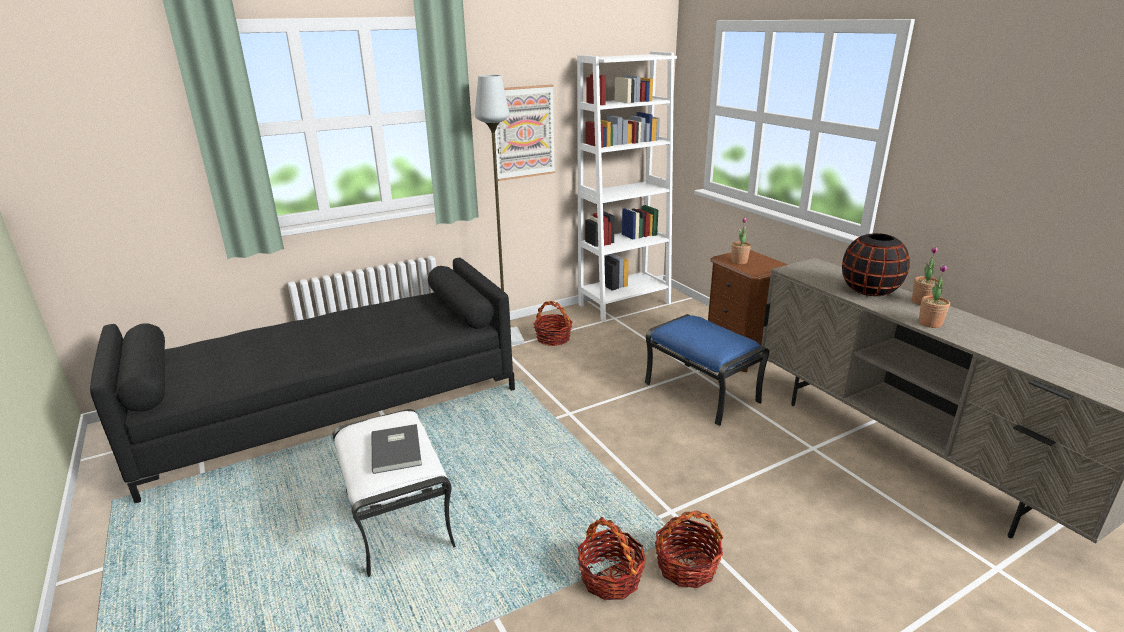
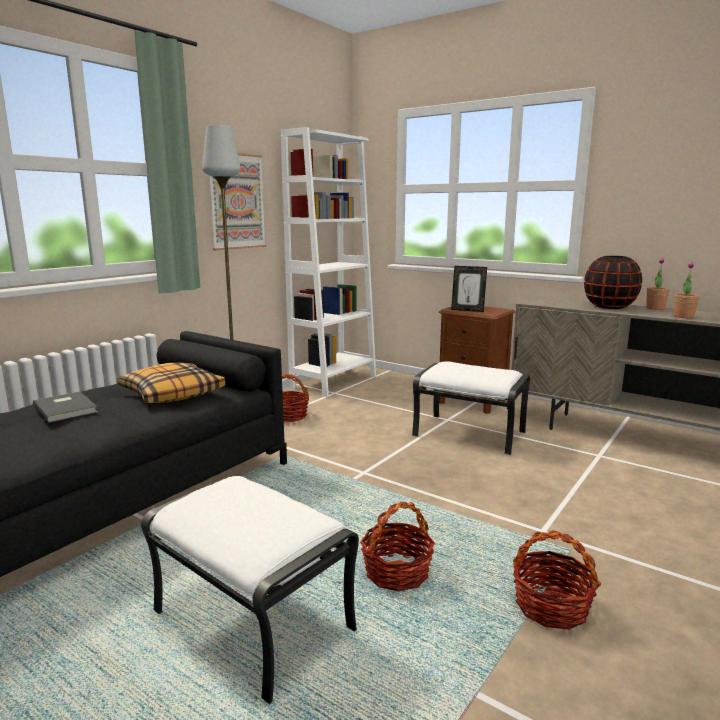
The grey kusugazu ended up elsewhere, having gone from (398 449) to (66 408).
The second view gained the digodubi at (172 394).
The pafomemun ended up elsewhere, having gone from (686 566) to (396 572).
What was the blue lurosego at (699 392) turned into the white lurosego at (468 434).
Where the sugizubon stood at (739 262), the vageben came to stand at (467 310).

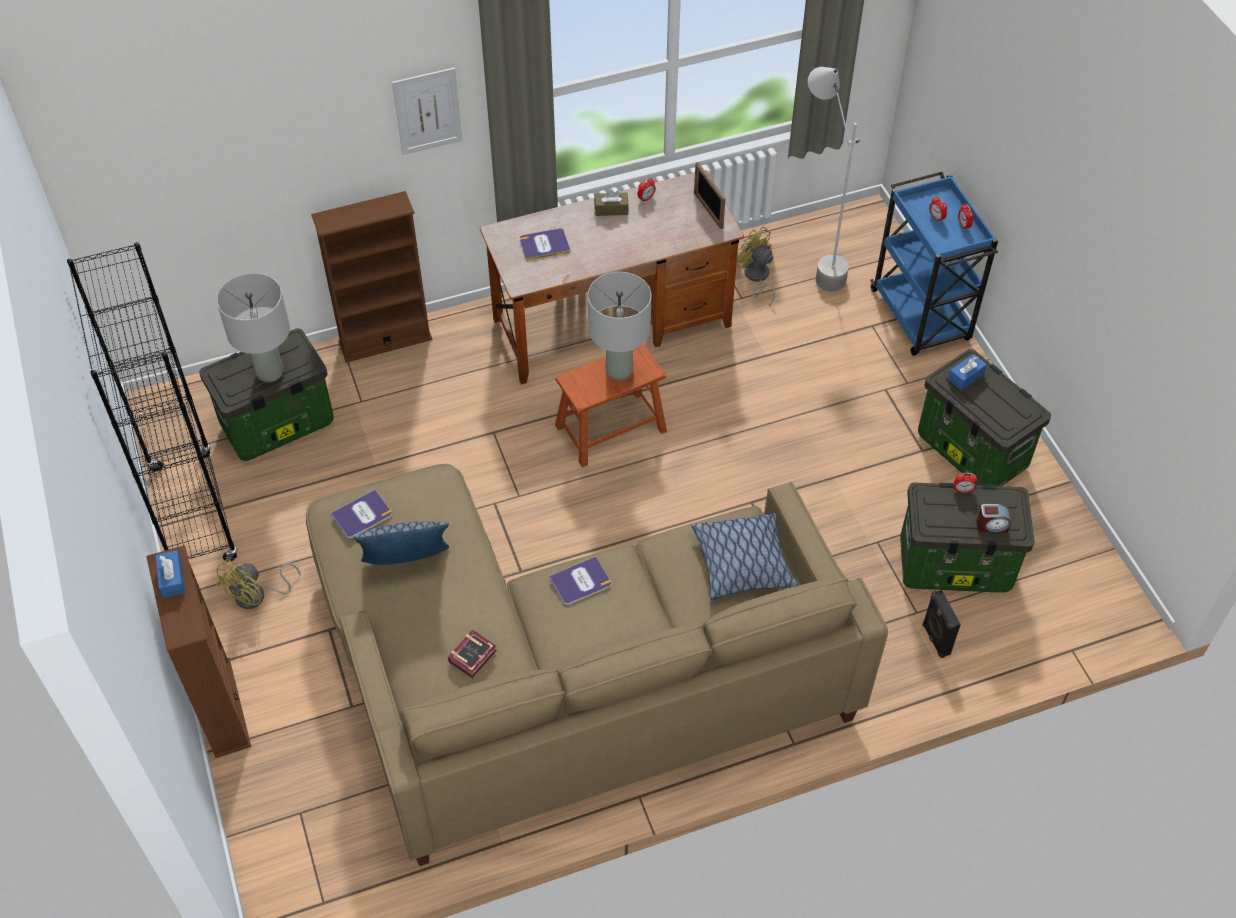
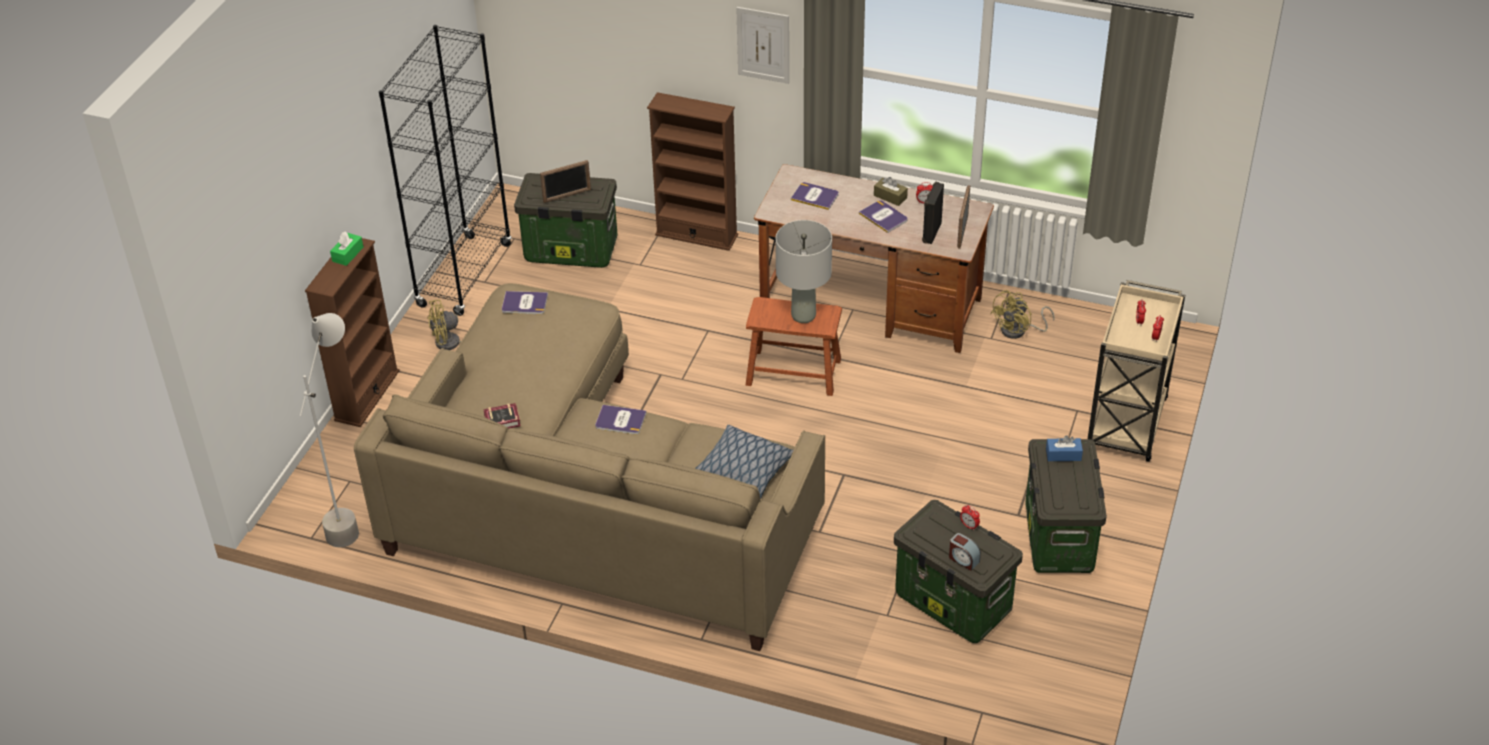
The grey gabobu ended up elsewhere, having gone from (817 263) to (352 514).
What was the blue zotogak at (172 578) turned into the green zotogak at (348 254).
Where the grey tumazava stood at (269 372), the vageben came to stand at (567 196).
The second view gained the kusugazu at (883 217).
The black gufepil ended up elsewhere, having gone from (935 639) to (931 232).
The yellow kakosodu at (756 278) ended up facing another way, 135 degrees counterclockwise from before.
What was the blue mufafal at (921 317) turned into the beige mufafal at (1126 425).
The second view lost the digodubi at (408 564).

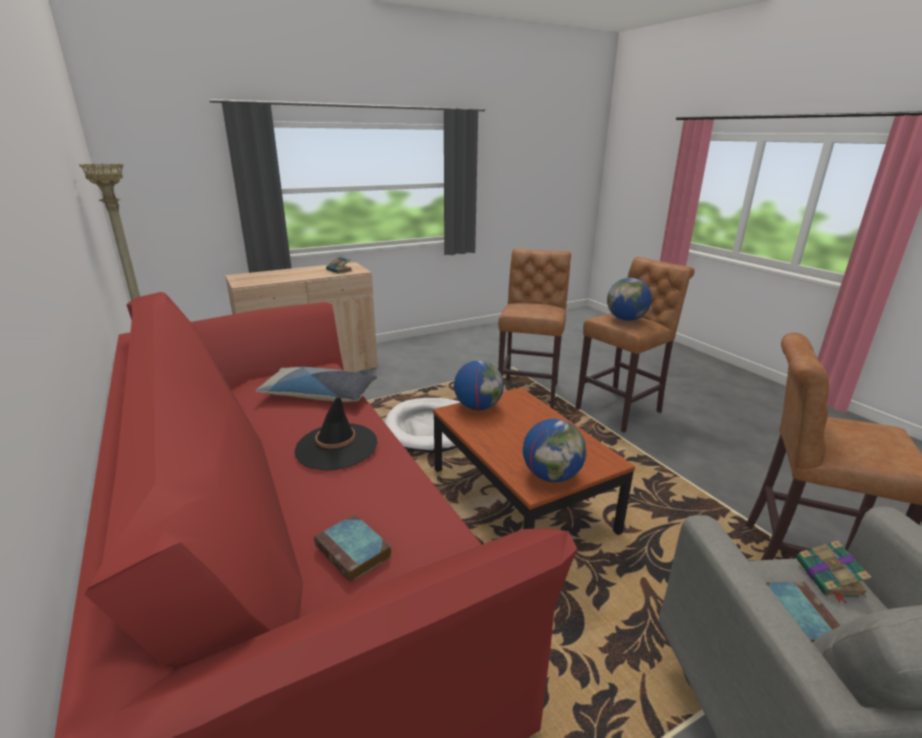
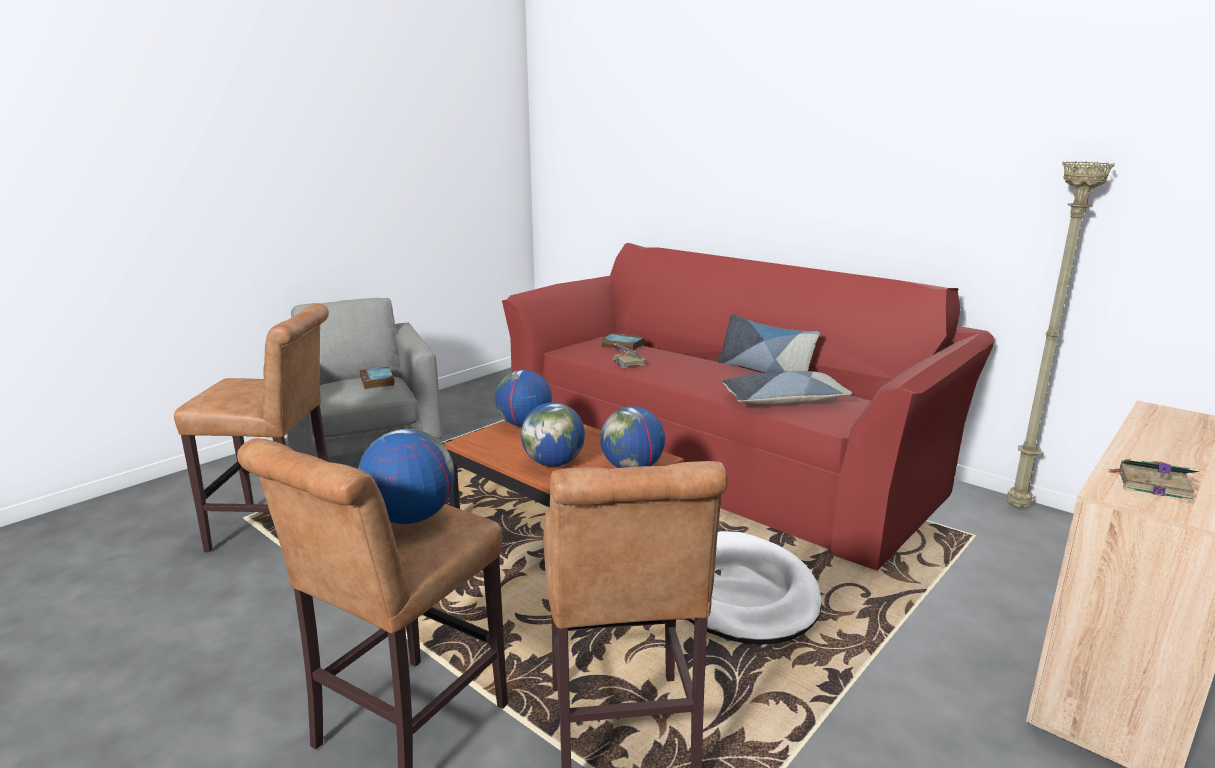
The second view gained the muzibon at (554 463).
The kusugazu ended up elsewhere, having gone from (830 579) to (628 361).
The second view gained the digodubi at (764 371).
The second view lost the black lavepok at (336 447).

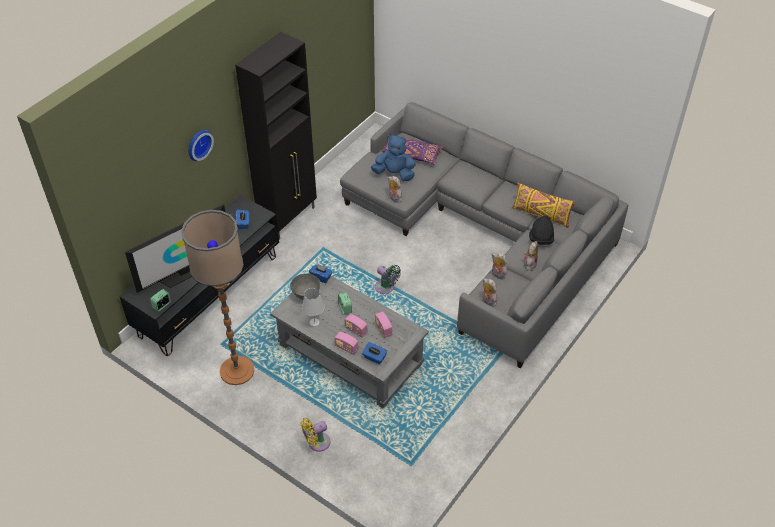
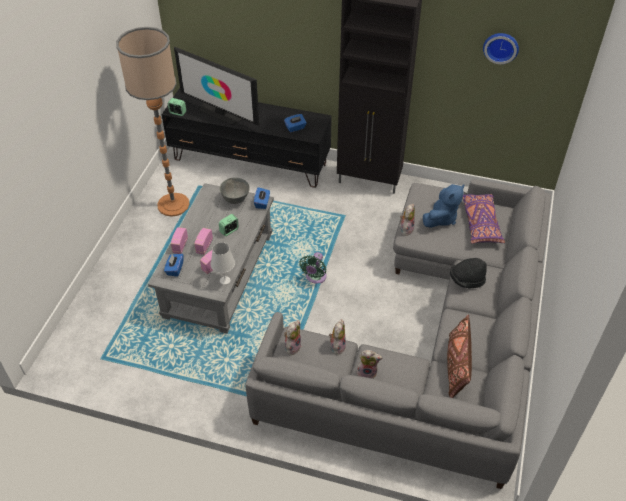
The white tumazava ended up elsewhere, having gone from (314 322) to (225 280).
The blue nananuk at (394 174) ended up facing another way, 45 degrees clockwise from before.
What was the yellow digodubi at (541 215) turned into the brown digodubi at (456 366).
The black lavepok ended up elsewhere, having gone from (541 239) to (466 280).
The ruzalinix ended up elsewhere, having gone from (198 144) to (501 47).
The second view lost the yellow kakosodu at (317 443).

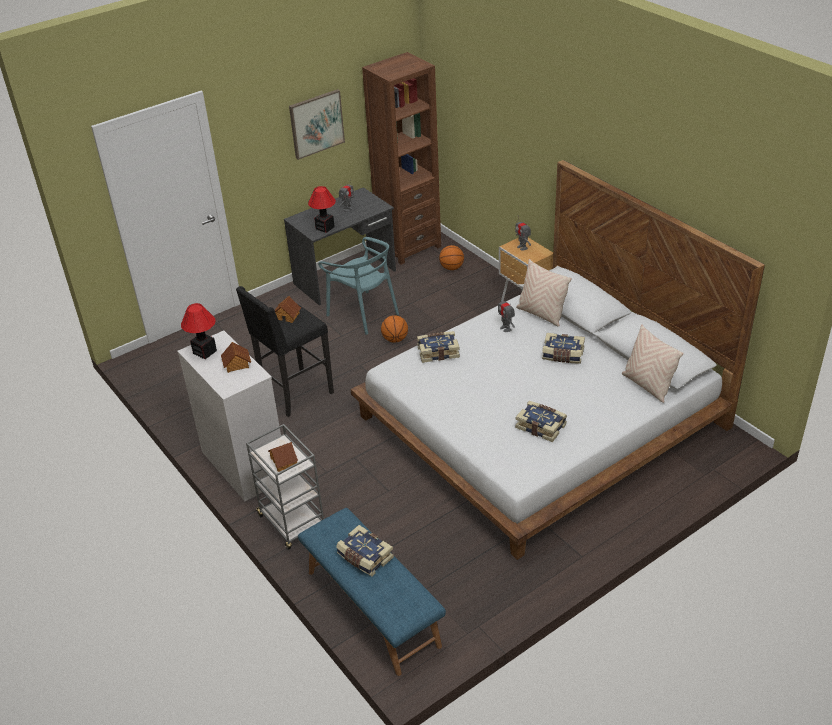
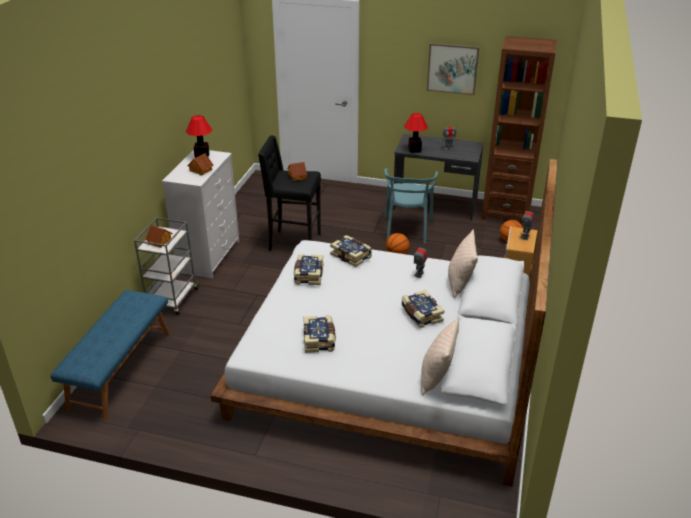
The kusugazu ended up elsewhere, having gone from (364 557) to (308 275).

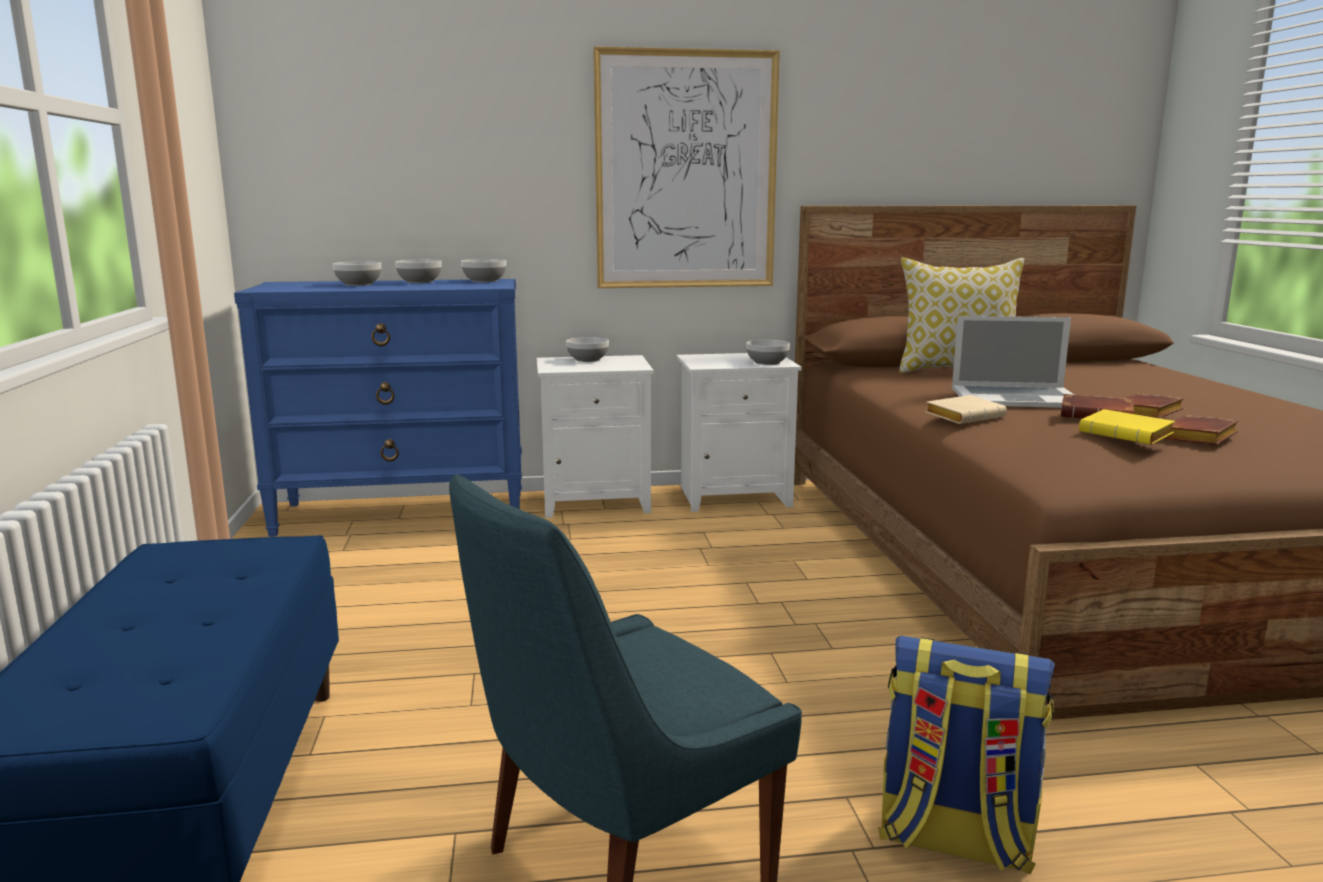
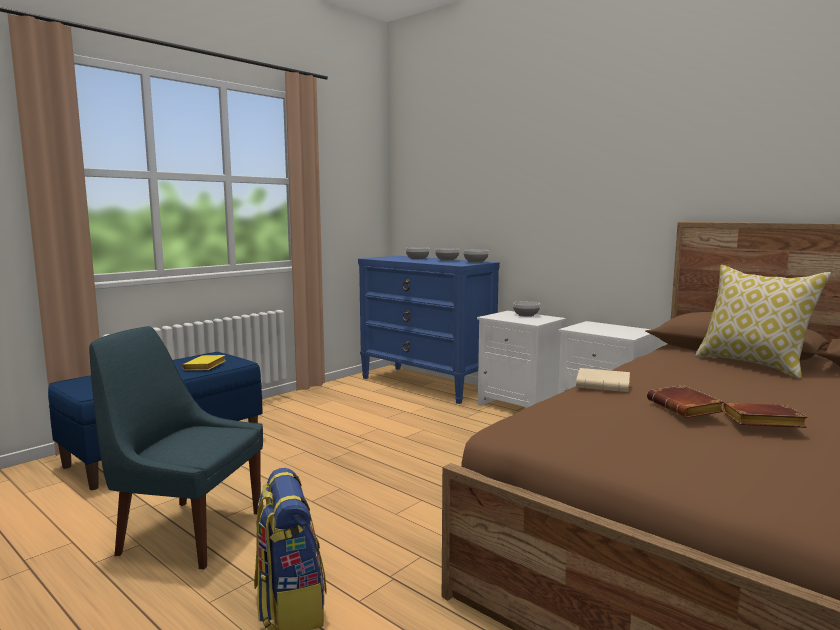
The yellow kusugazu ended up elsewhere, having gone from (1128 435) to (205 367).
The second view lost the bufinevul at (686 171).
The second view lost the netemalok at (767 362).
The second view lost the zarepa at (1015 397).
The second view lost the brown kusugazu at (1200 438).

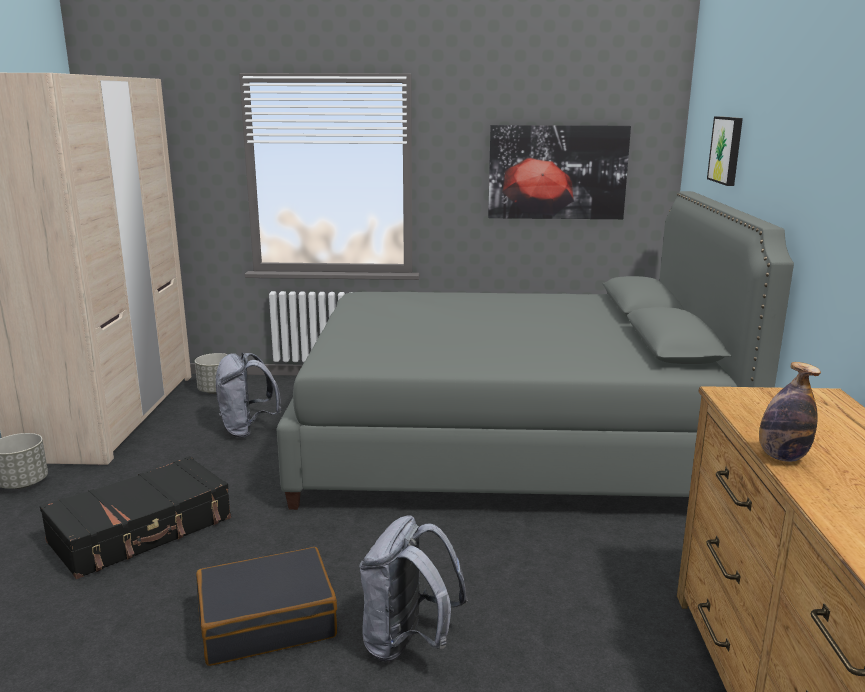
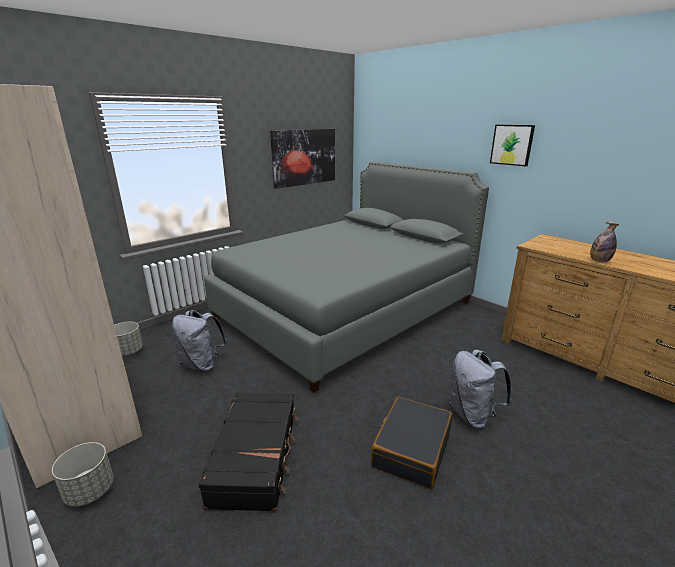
The bufinevul ended up elsewhere, having gone from (727 150) to (512 145).

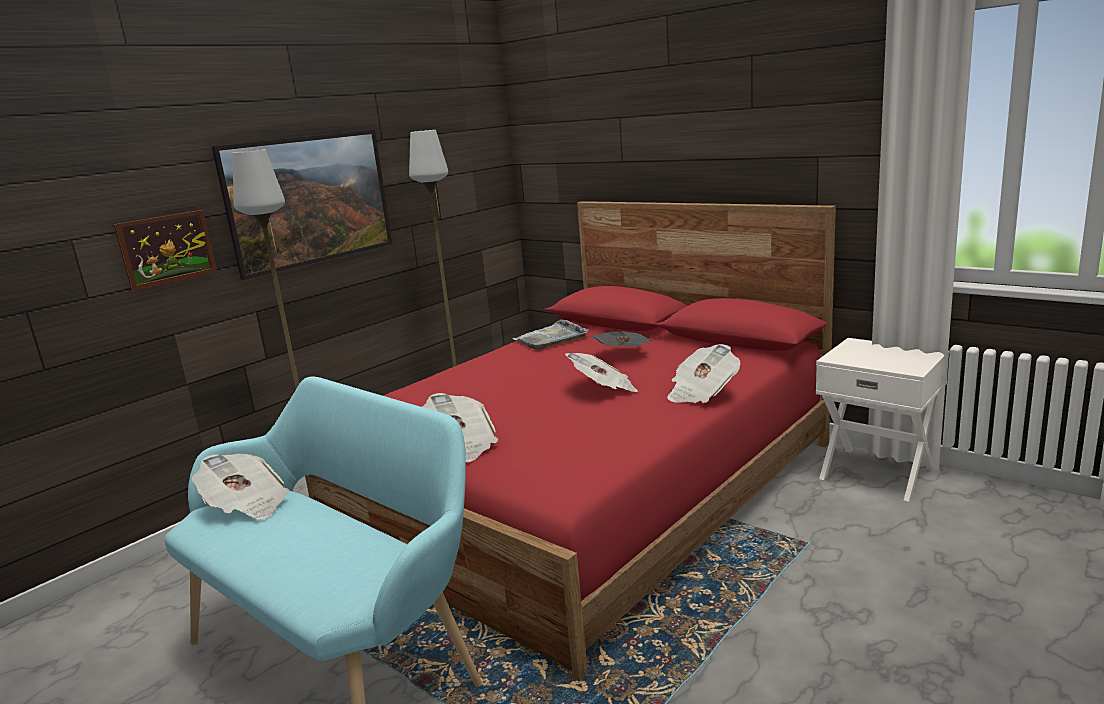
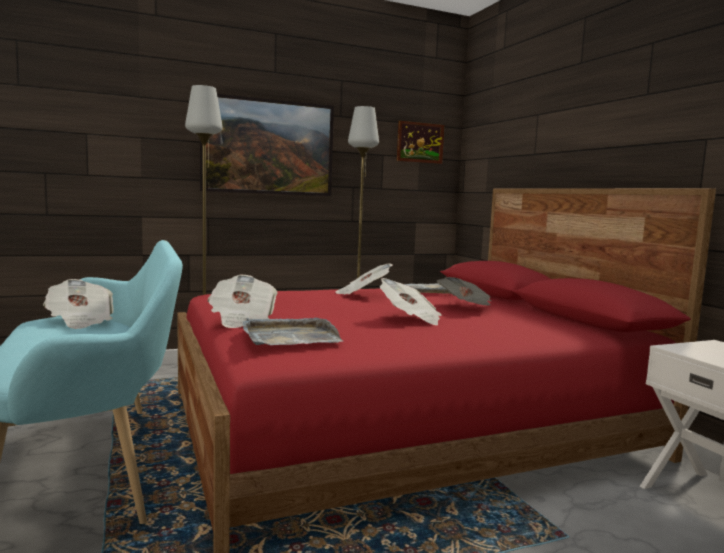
The second view gained the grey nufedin at (290 337).
The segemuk ended up elsewhere, having gone from (701 393) to (362 294).
The bufinevul ended up elsewhere, having gone from (167 249) to (420 142).

